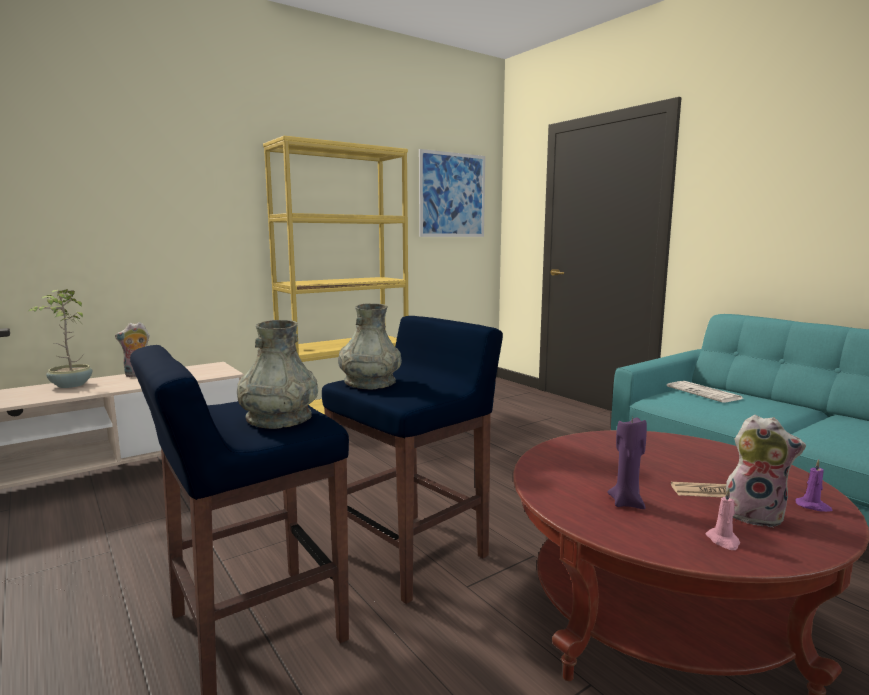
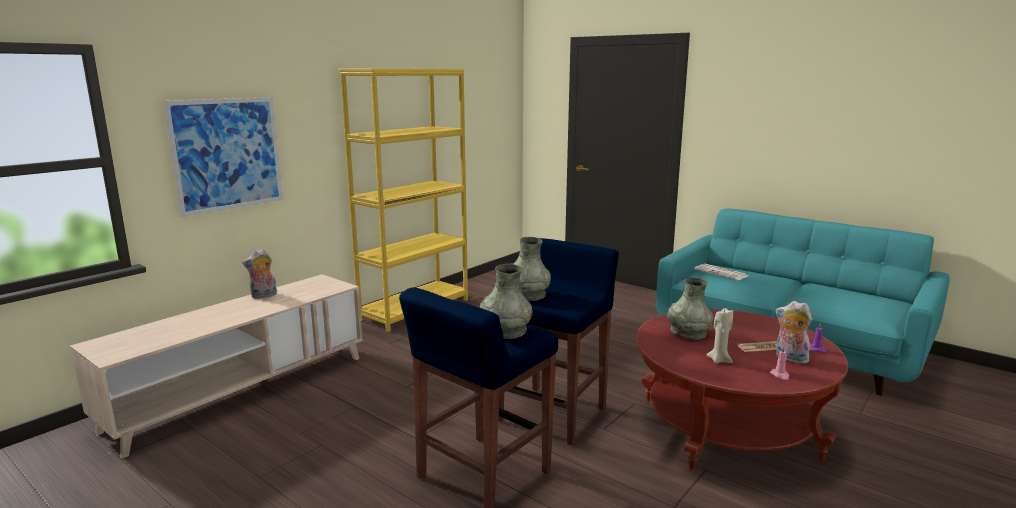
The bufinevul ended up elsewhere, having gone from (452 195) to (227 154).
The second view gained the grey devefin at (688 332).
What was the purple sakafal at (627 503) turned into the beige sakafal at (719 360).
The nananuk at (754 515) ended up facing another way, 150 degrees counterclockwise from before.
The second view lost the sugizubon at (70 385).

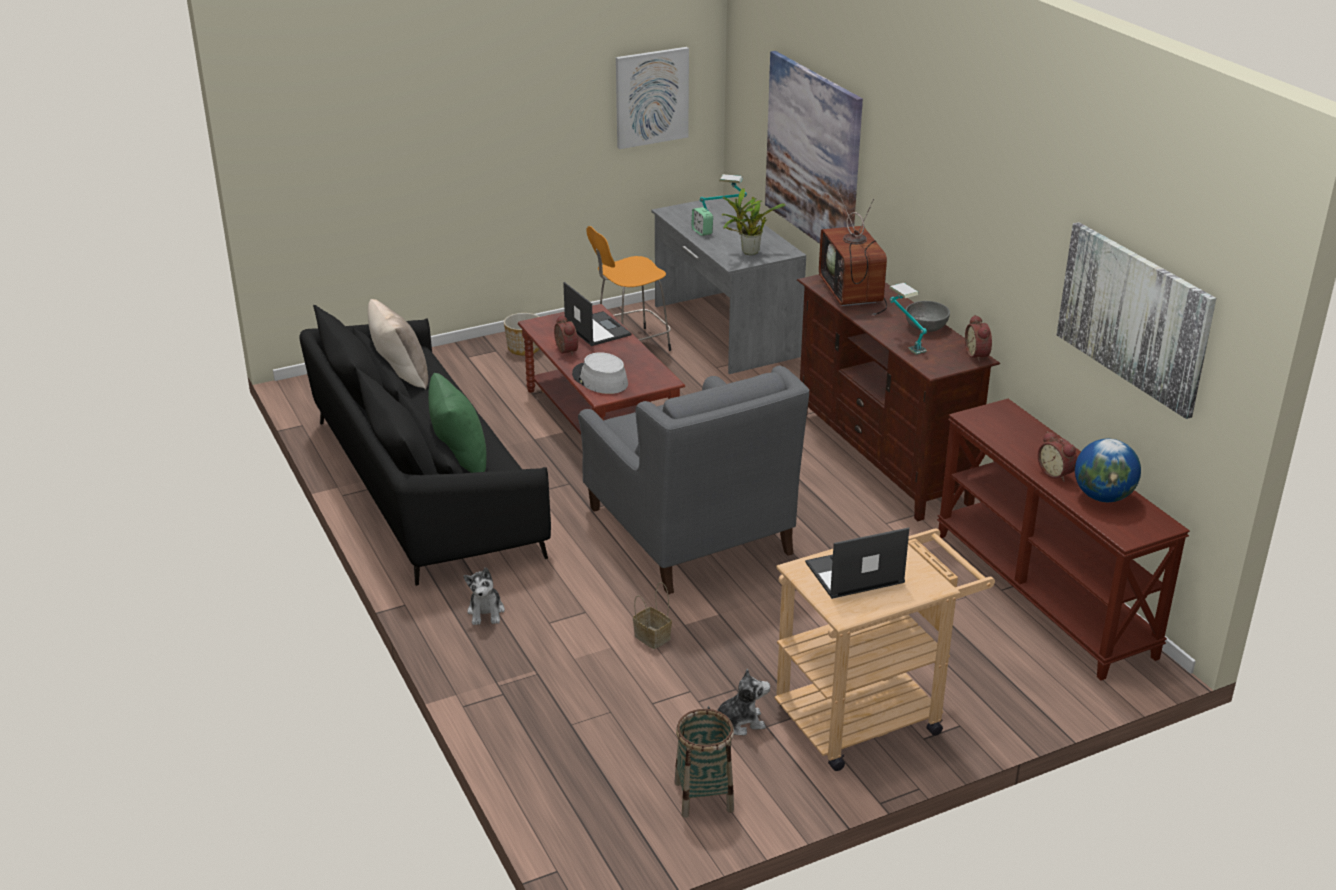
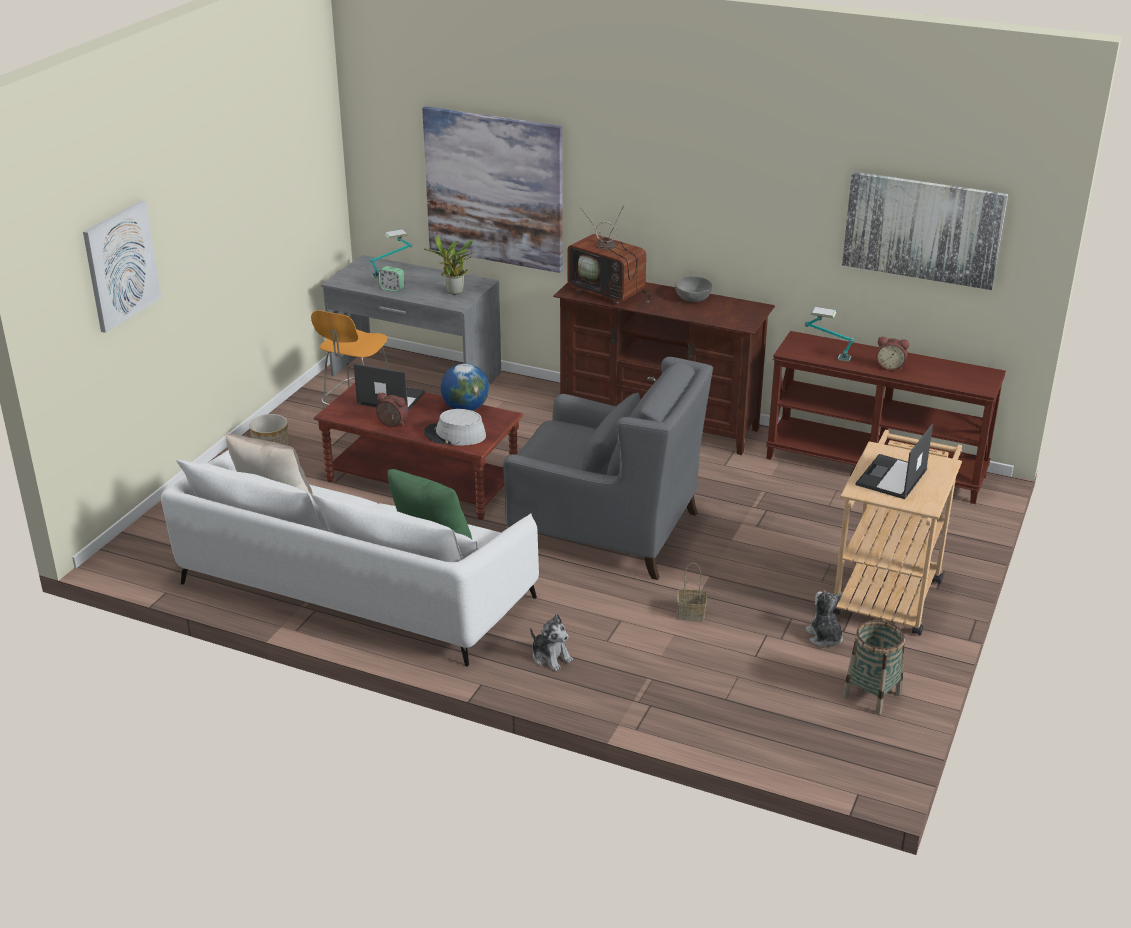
The bufinevul ended up elsewhere, having gone from (651 97) to (121 265).
What was the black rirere at (421 484) turned into the white rirere at (350 591).
The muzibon ended up elsewhere, having gone from (1103 497) to (465 408).
The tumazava ended up elsewhere, having gone from (904 342) to (826 355).
The nananuk at (740 722) ended up facing another way, 60 degrees counterclockwise from before.
The second view lost the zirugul at (978 355).

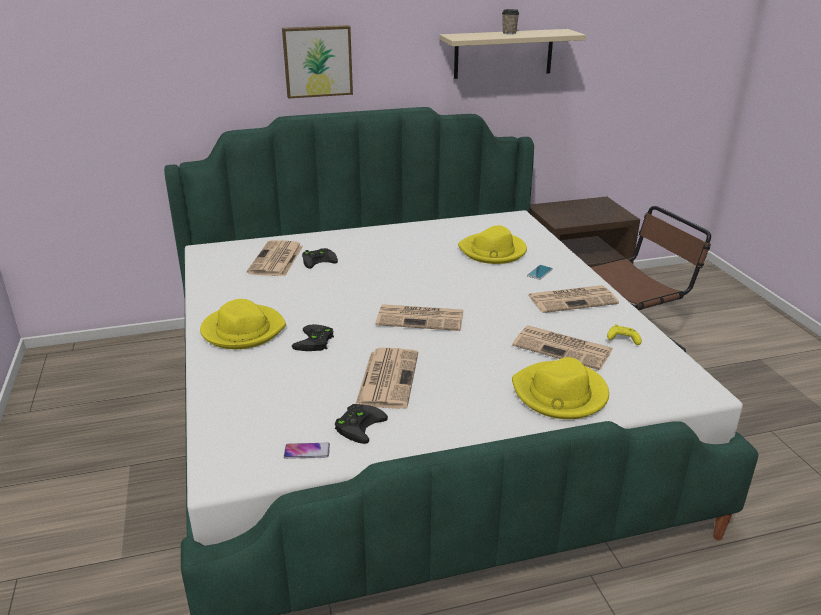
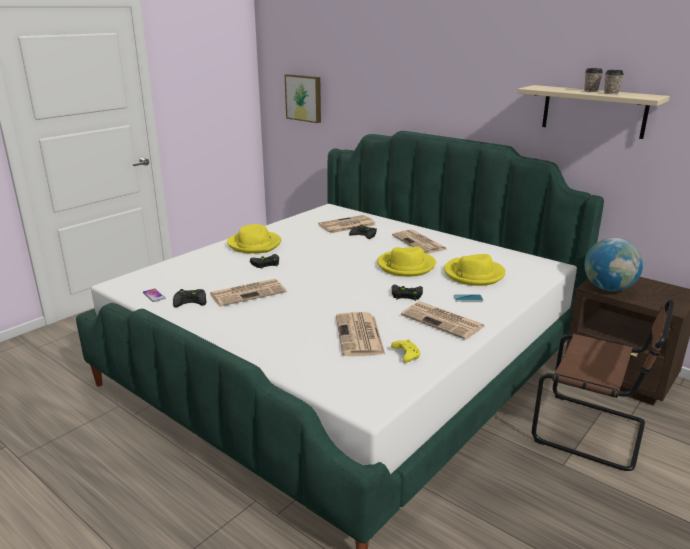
The bufinevul ended up elsewhere, having gone from (317 61) to (304 98).
The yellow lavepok ended up elsewhere, having gone from (560 394) to (405 266).
The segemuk ended up elsewhere, having gone from (421 318) to (419 243).
The second view gained the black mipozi at (405 294).
The second view gained the muzibon at (608 288).
The second view gained the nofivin at (611 93).

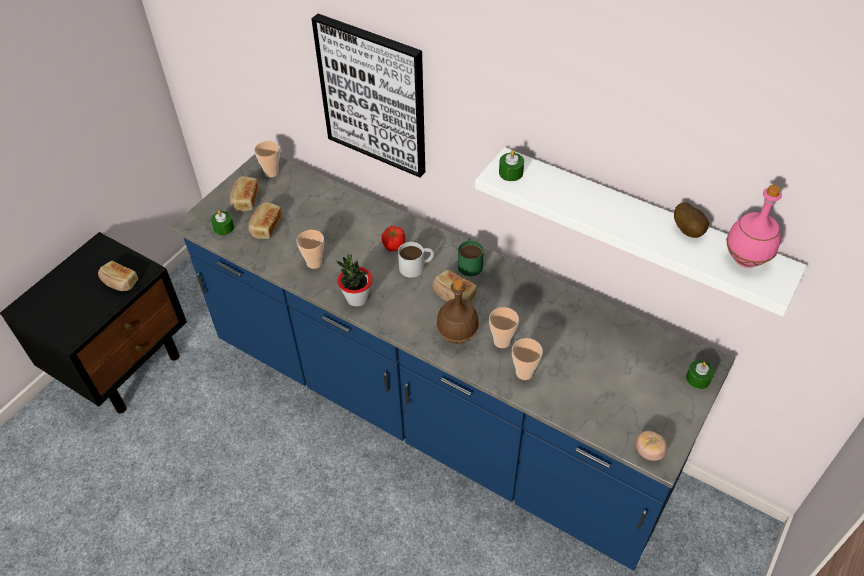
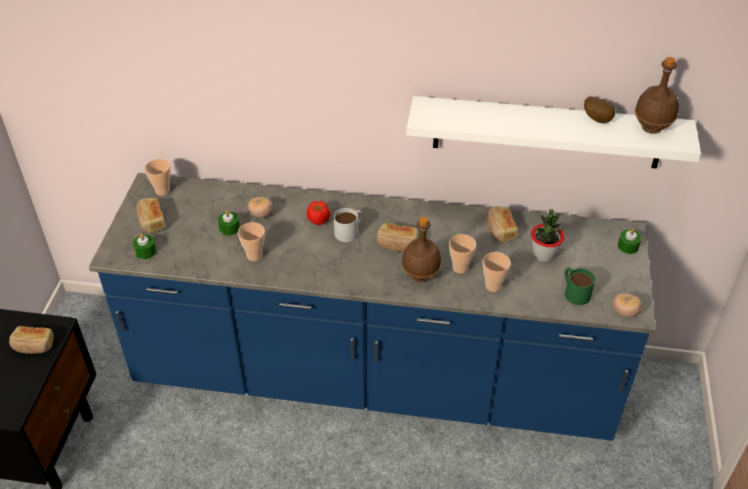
The green sakafal ended up elsewhere, having gone from (511 173) to (229 228).
The second view gained the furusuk at (261 214).
The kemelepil ended up elsewhere, having gone from (265 227) to (500 230).
The sugizubon ended up elsewhere, having gone from (357 298) to (543 255).
The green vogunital ended up elsewhere, having gone from (469 262) to (574 291).
What was the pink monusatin at (744 260) turned into the brown monusatin at (651 129).
The second view lost the bufinevul at (373 96).

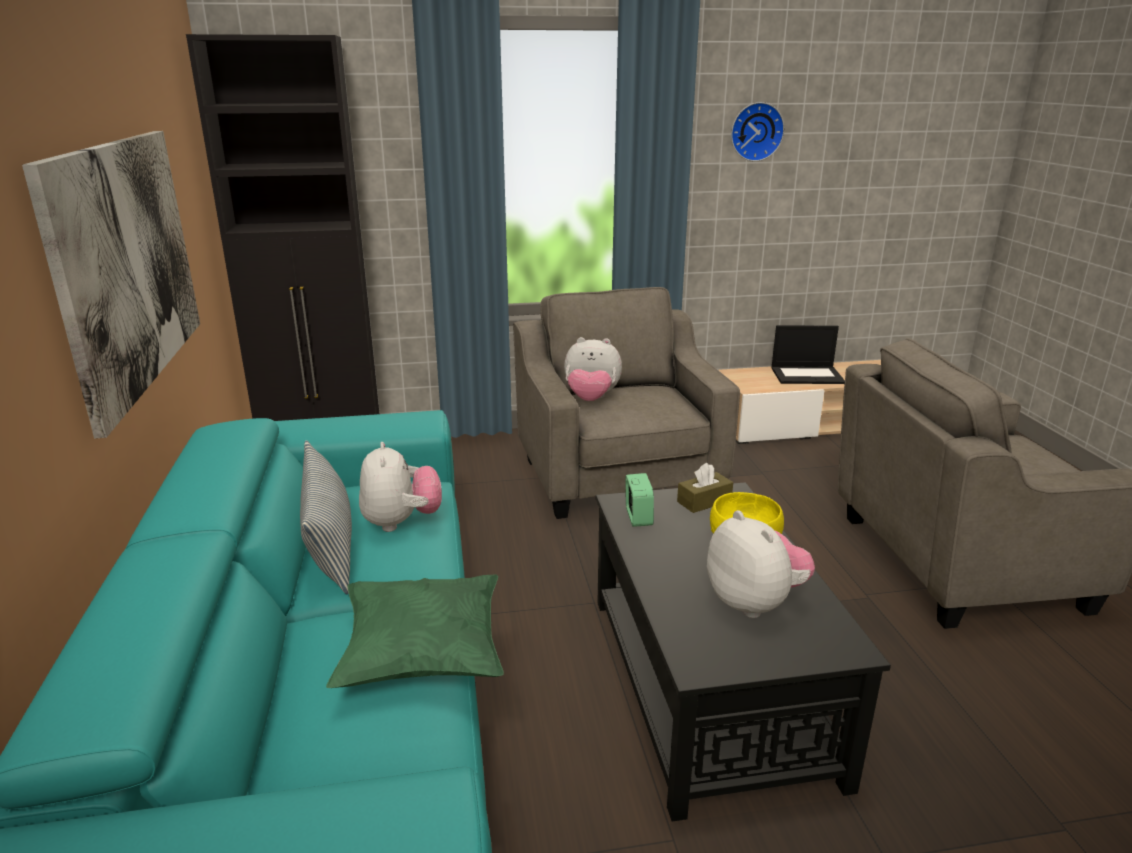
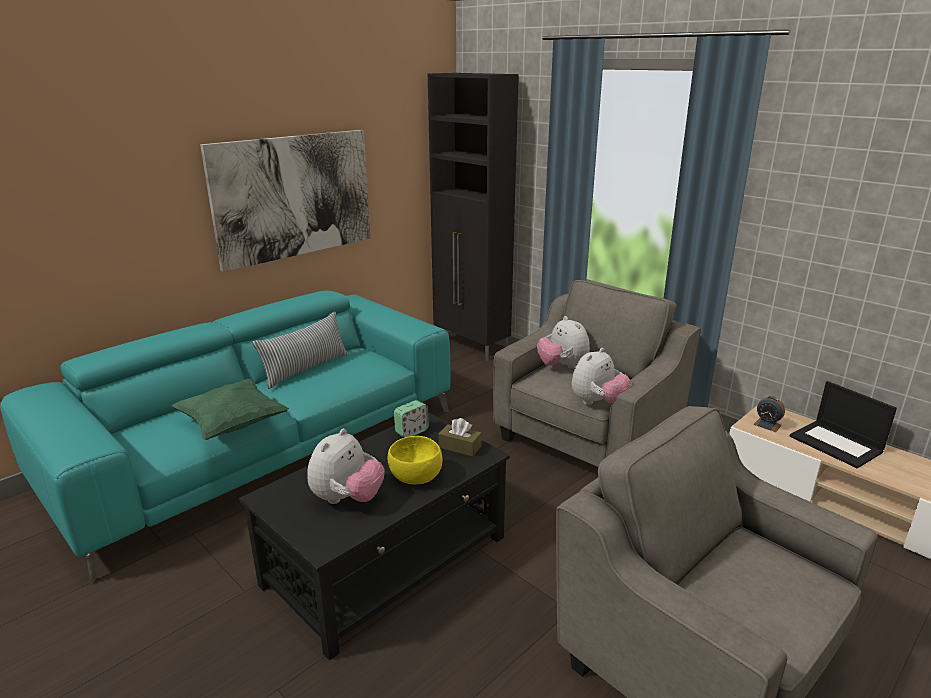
The nananuk ended up elsewhere, having gone from (401 522) to (598 403).
The second view gained the zirugul at (767 425).
The second view lost the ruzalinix at (755 131).

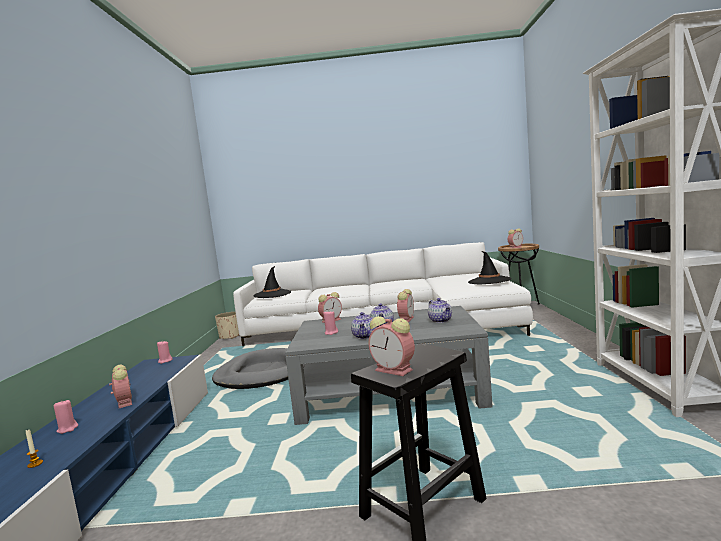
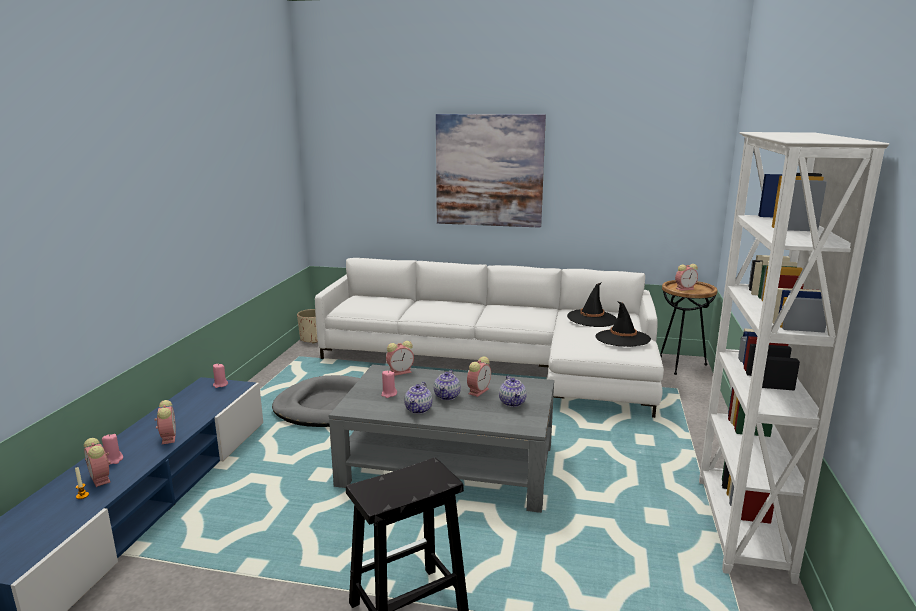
The zirugul ended up elsewhere, having gone from (395 370) to (101 479).
The second view gained the bufinevul at (489 170).
The black lavepok ended up elsewhere, having gone from (272 294) to (592 318).

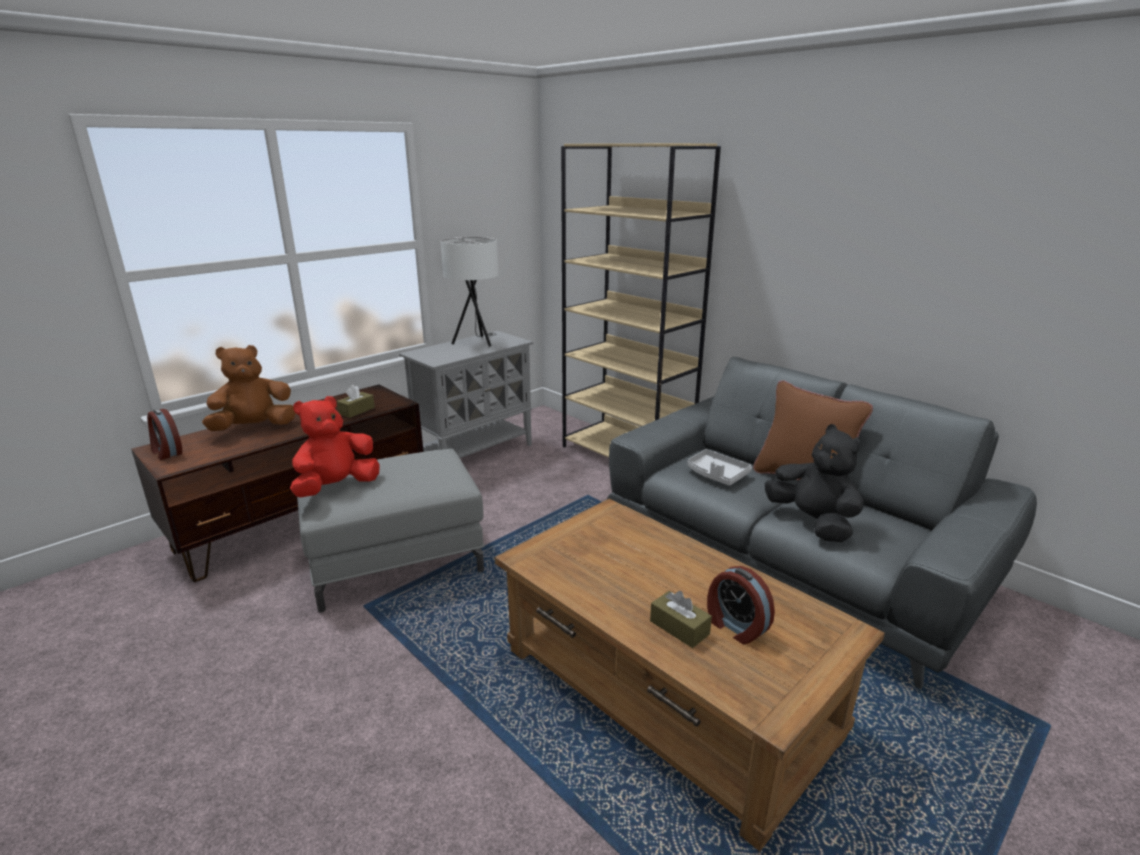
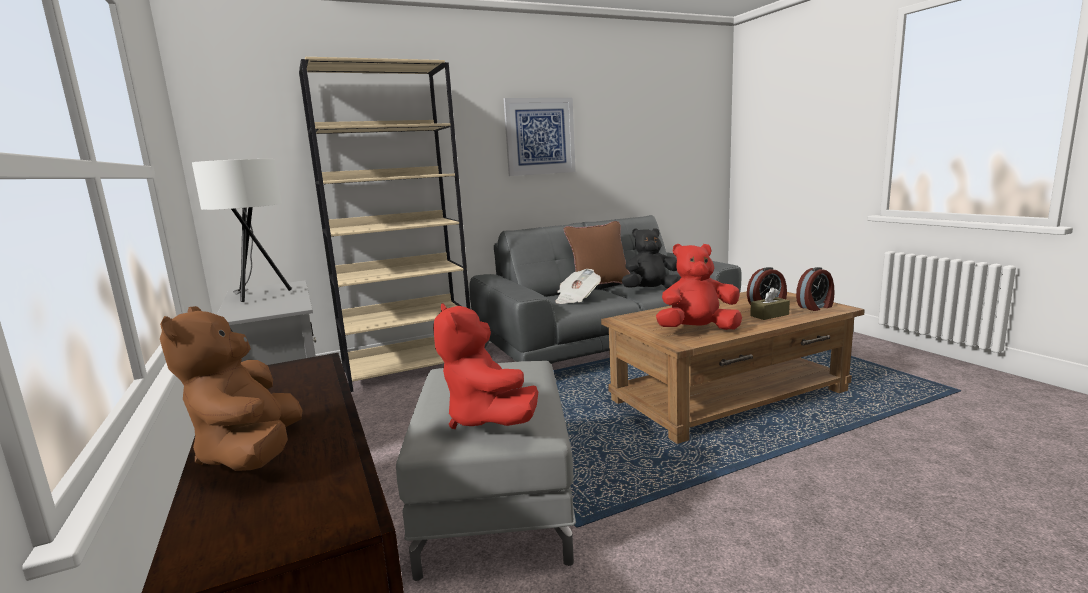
The second view gained the bufinevul at (540 136).
Where the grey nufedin stood at (716 475), the segemuk came to stand at (576 299).
The second view gained the red nananuk at (697 330).
The zirugul ended up elsewhere, having gone from (166 452) to (816 307).
The second view lost the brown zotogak at (356 411).

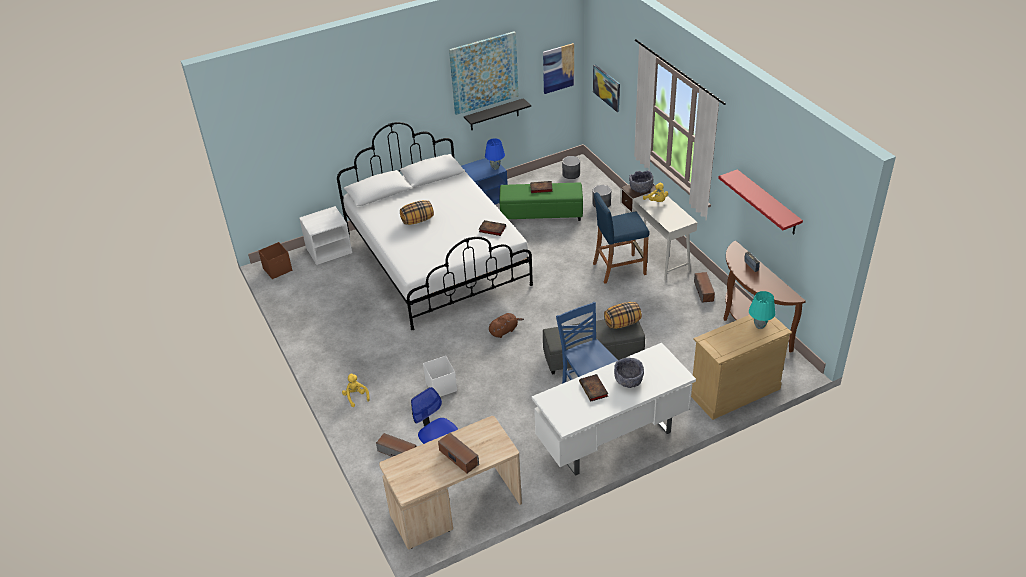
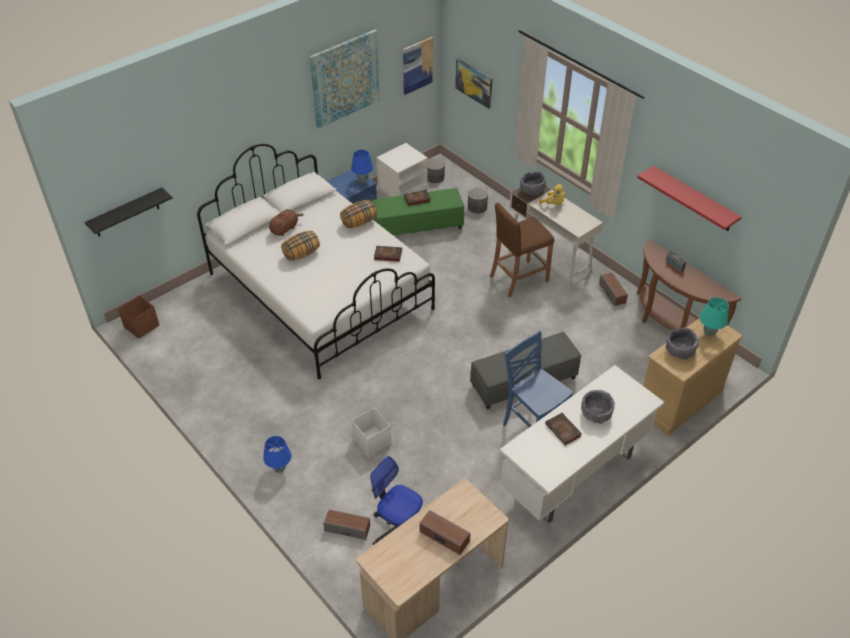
The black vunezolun ended up elsewhere, having gone from (494 115) to (126 213).
Where the yellow nananuk stood at (356 397), the blue tumazava came to stand at (279 468).
The brown nananuk ended up elsewhere, having gone from (504 331) to (285 228).
The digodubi ended up elsewhere, having gone from (622 323) to (359 222).
The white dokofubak ended up elsewhere, having gone from (329 250) to (402 188).
What was the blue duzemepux at (619 269) turned into the brown duzemepux at (519 278).
The second view gained the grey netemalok at (680 351).

